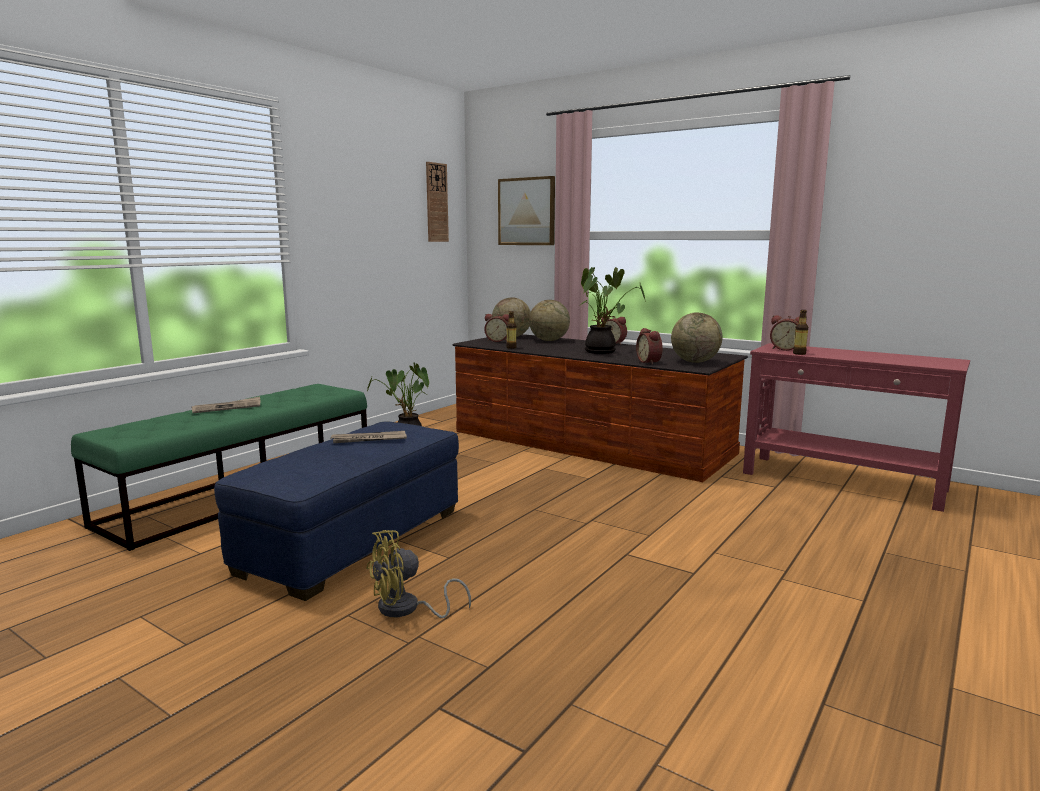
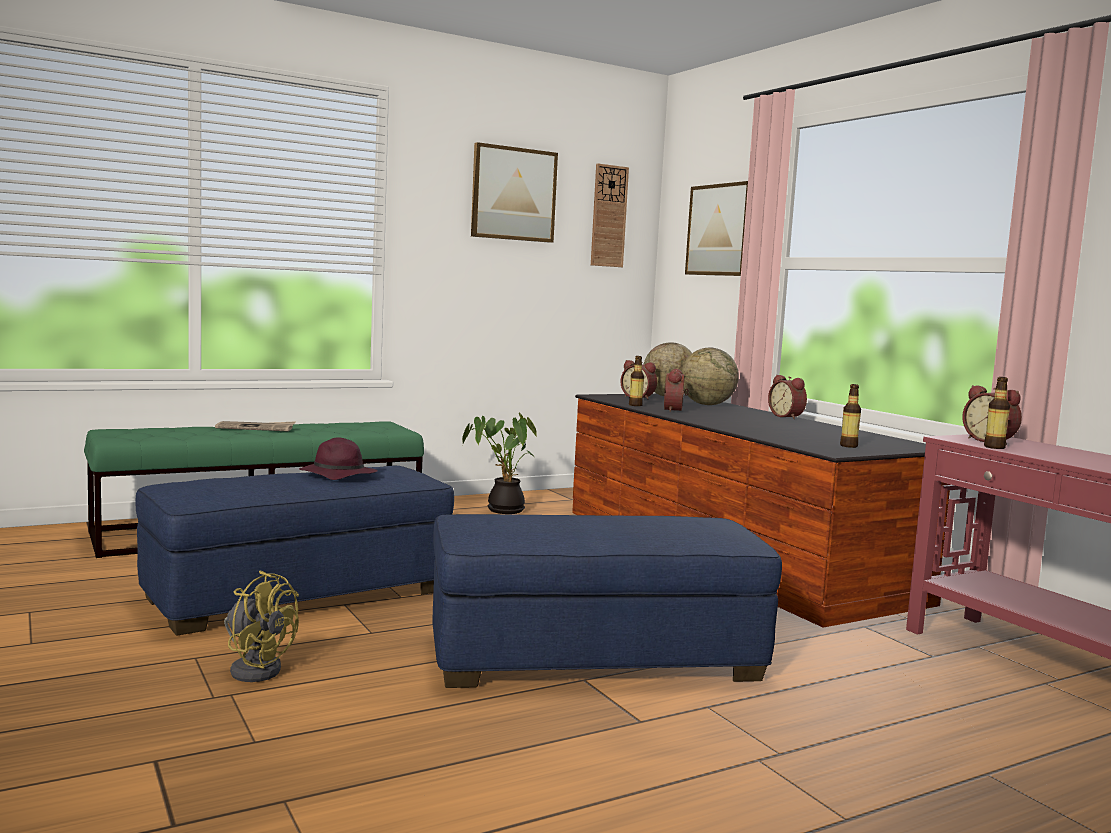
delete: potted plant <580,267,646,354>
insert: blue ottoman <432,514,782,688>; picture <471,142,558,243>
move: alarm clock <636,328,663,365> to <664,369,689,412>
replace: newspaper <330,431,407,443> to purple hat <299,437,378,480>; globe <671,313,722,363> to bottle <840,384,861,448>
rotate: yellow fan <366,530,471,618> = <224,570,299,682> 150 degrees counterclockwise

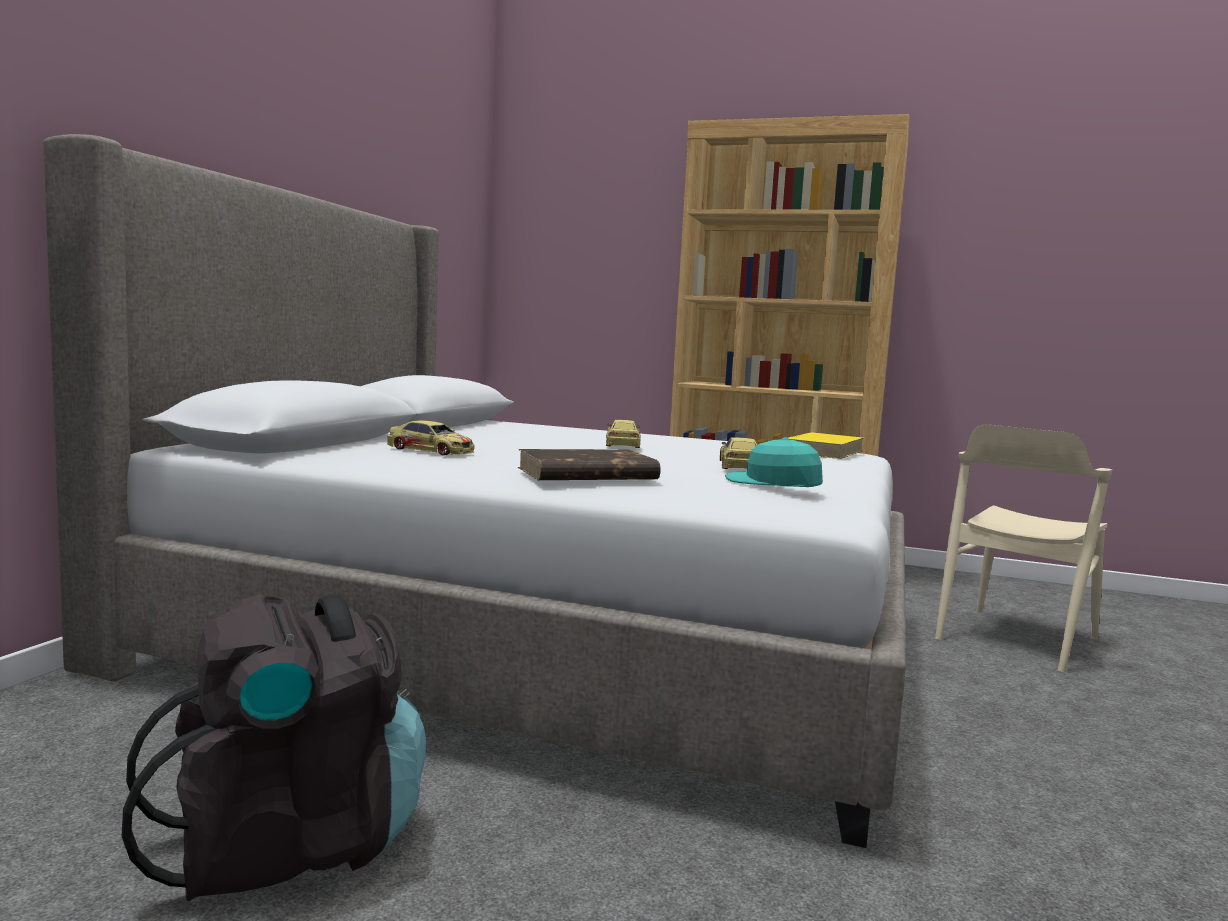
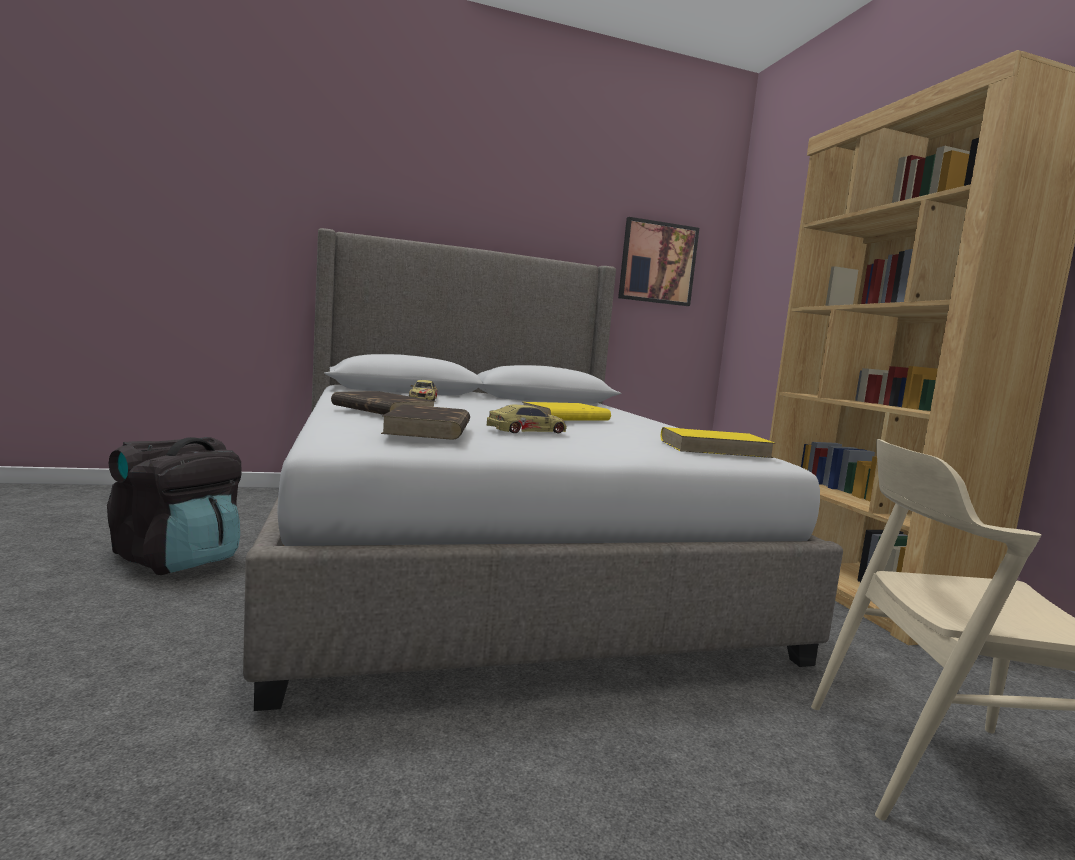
insert: picture <618,217,699,306>
replace: turquoise cap <725,437,823,487> to brown book <381,404,470,440>; toy car <606,420,641,448> to yellow book <523,402,611,421>

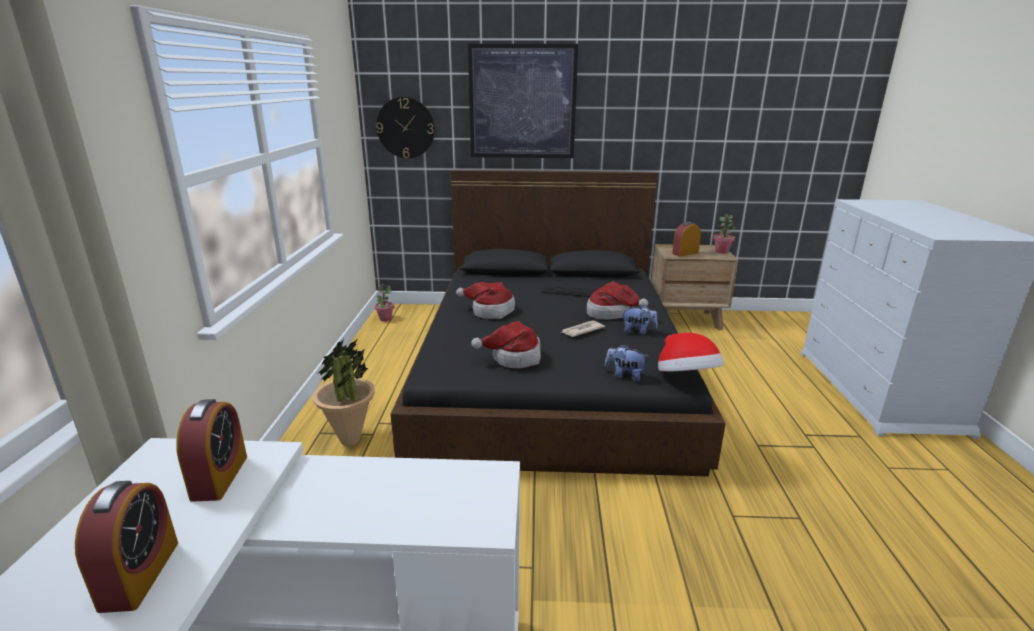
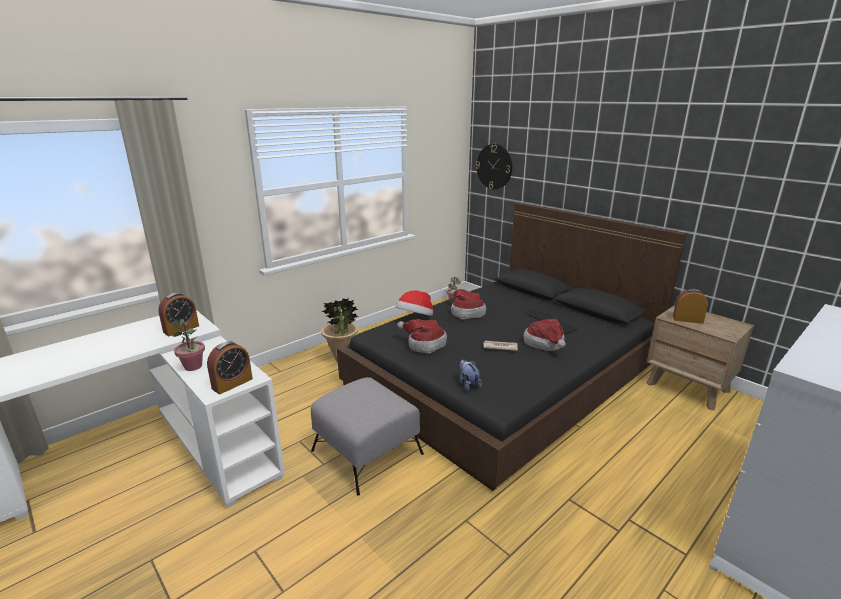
delete: picture <468,44,578,158>; plush toy <622,305,658,334>
insert: grey ottoman <311,377,424,496>
move: potted plant <713,214,735,254> to <172,319,205,371>; alarm clock <75,481,178,613> to <207,341,253,394>; hat <658,332,724,372> to <396,290,433,316>

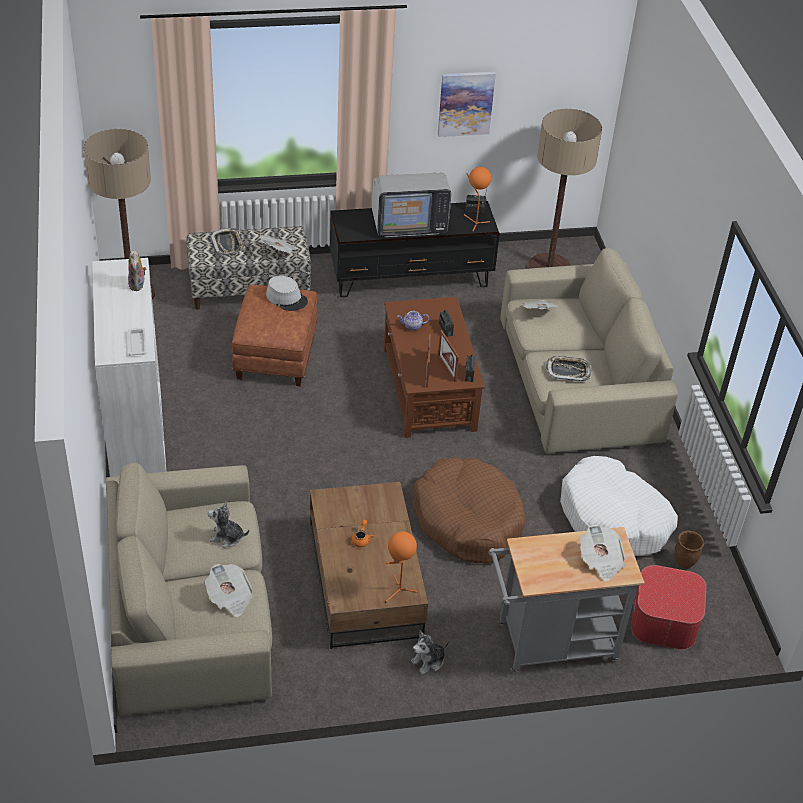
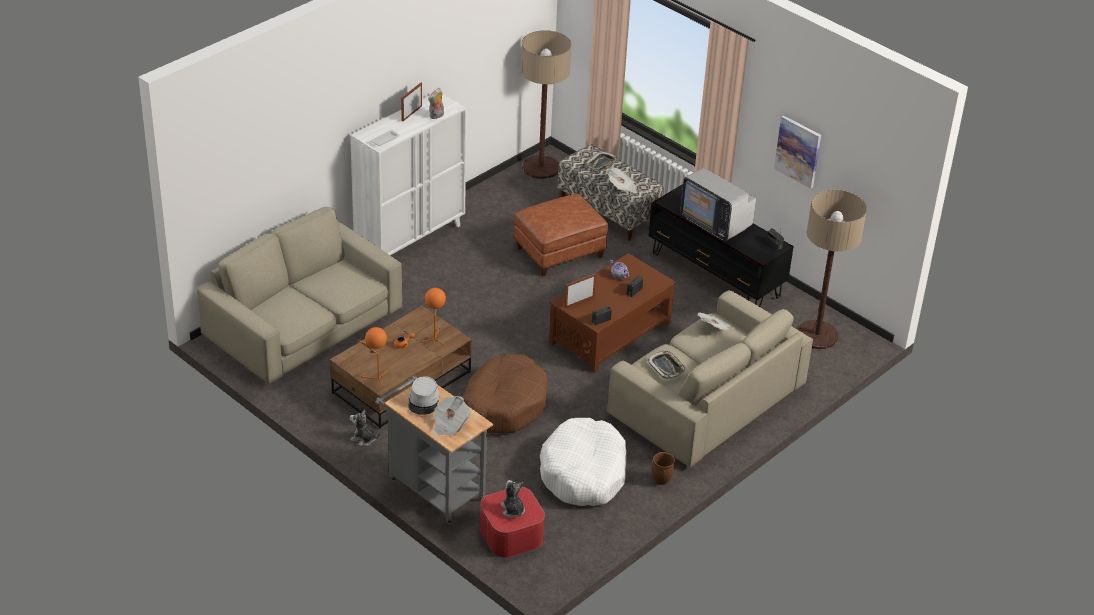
delete: newspaper <205,564,255,617>
move: picture frame <438,330,459,382> to <401,83,422,122>; grey hat <266,276,308,311> to <408,376,440,415>; orange table lamp <464,167,491,232> to <422,288,446,345>; plush toy <208,501,249,547> to <501,480,525,518>; brown planter <675,530,704,568> to <651,452,675,485>

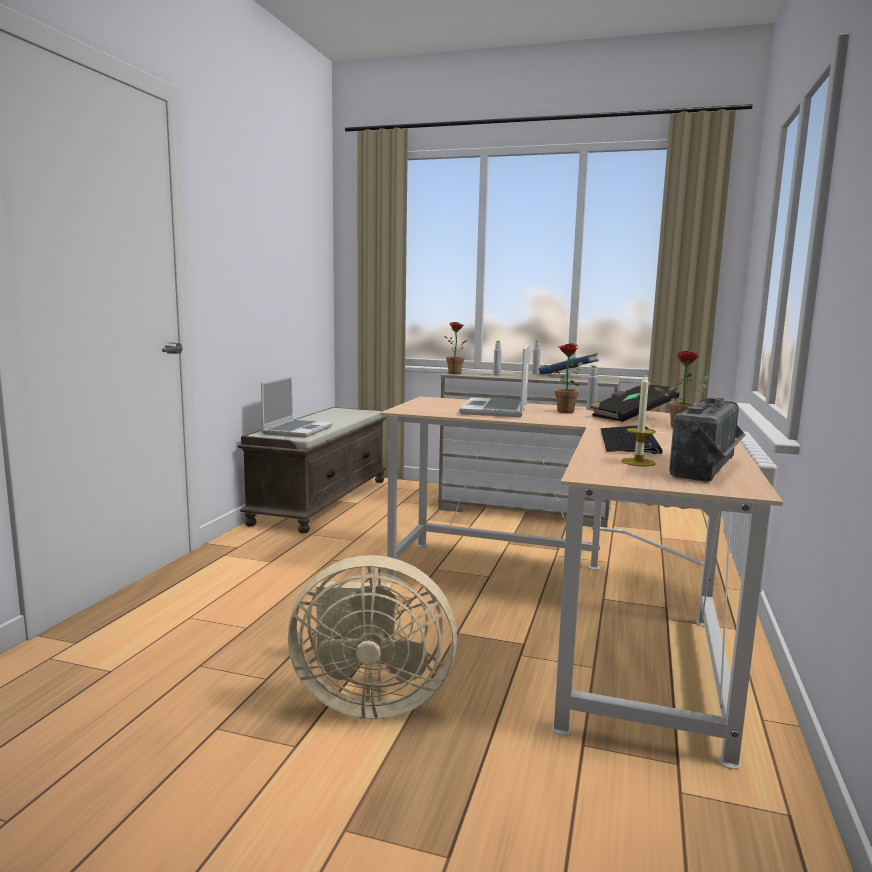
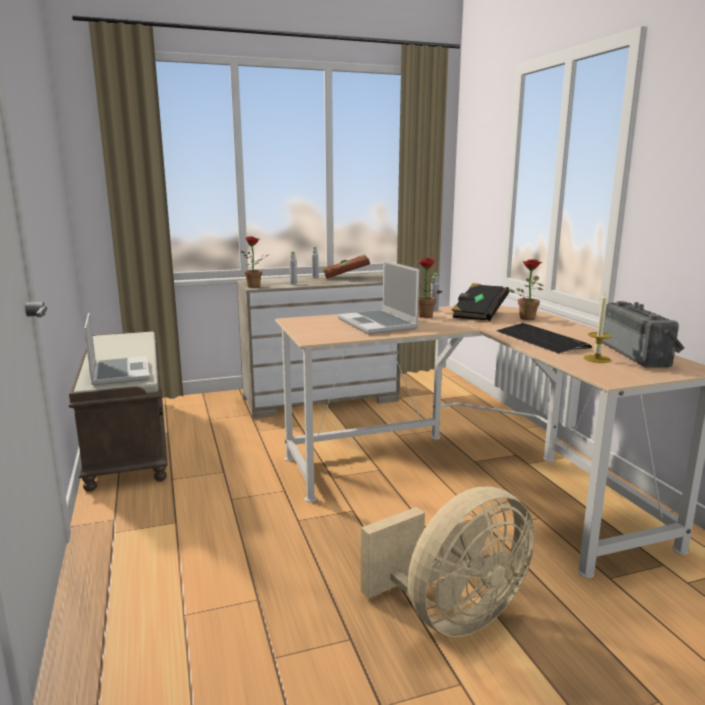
recolor: blue book <539,353,599,375> to brown book <322,254,370,279>

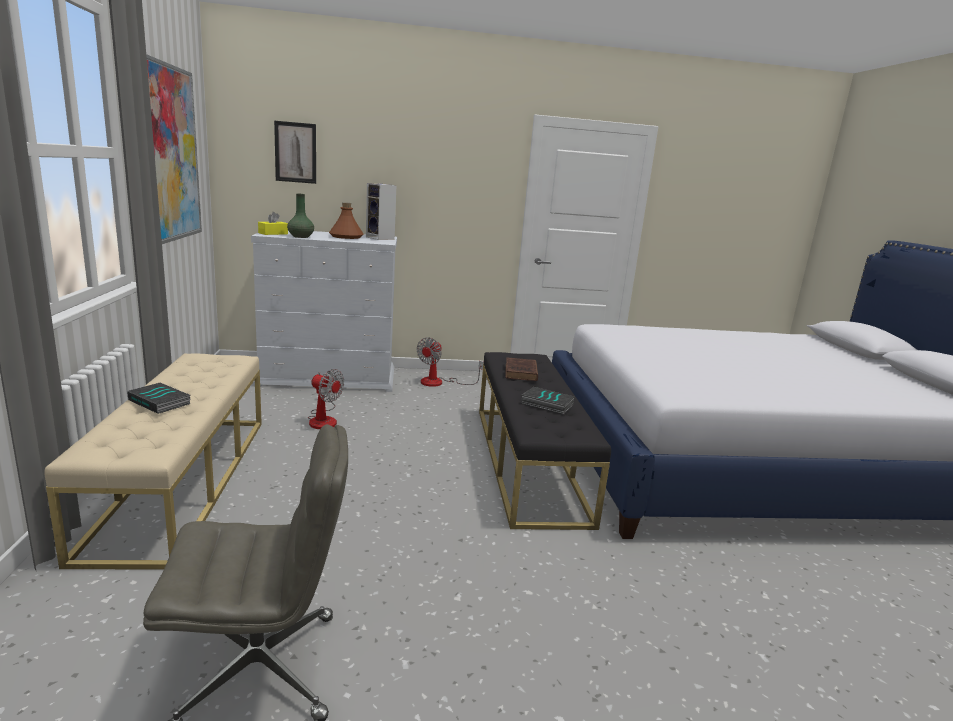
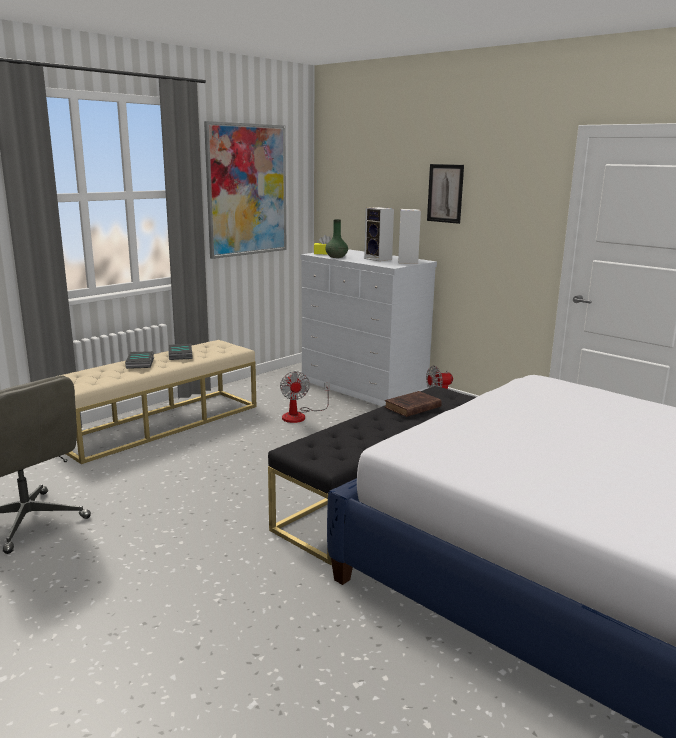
move: book <522,387,574,414> to <168,344,192,360>; picture <274,121,316,184> to <427,164,464,224>
replace: brown bottle <329,202,364,239> to speaker <364,207,394,261>

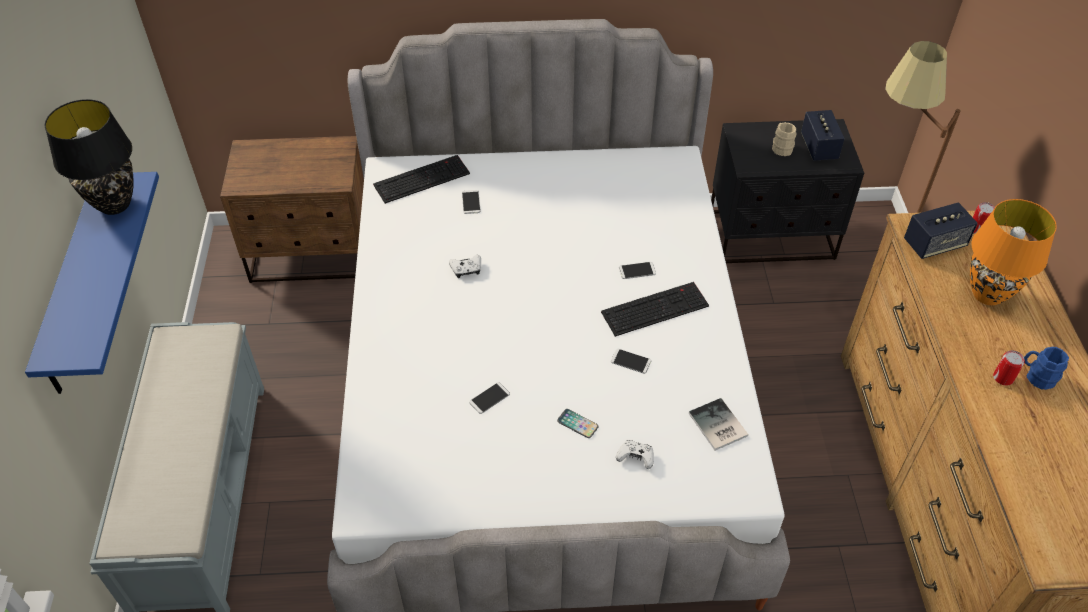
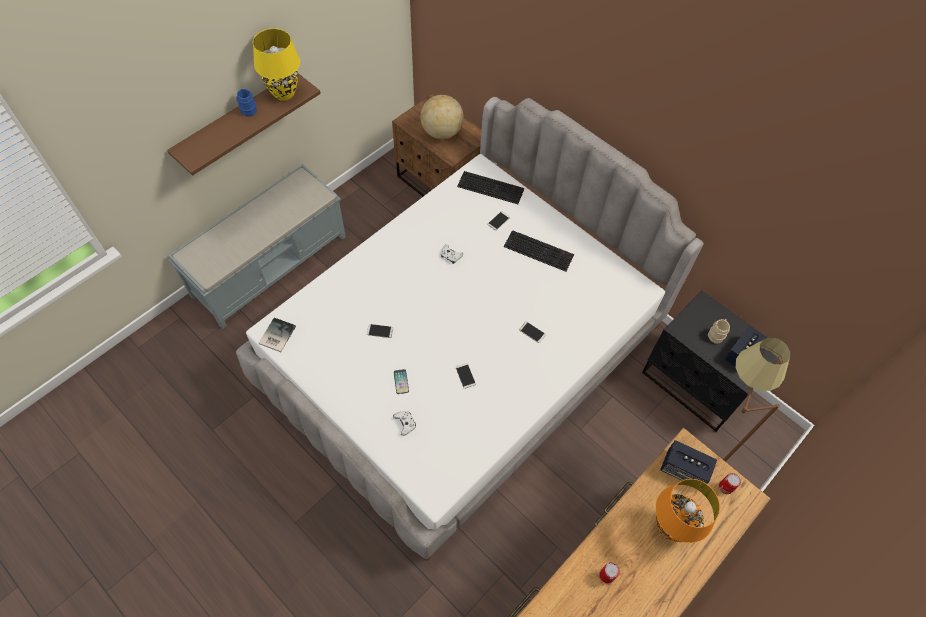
insert: globe <420,95,464,139>
move: blue mug <1024,347,1069,390> to <236,89,257,117>; book <689,398,748,451> to <259,318,296,352>; keyboard <601,282,709,337> to <504,230,574,272>
recolor: blue shelf <25,172,159,394> to brown shelf <167,73,321,176>; black table lamp <45,99,134,215> to yellow table lamp <253,28,300,101>

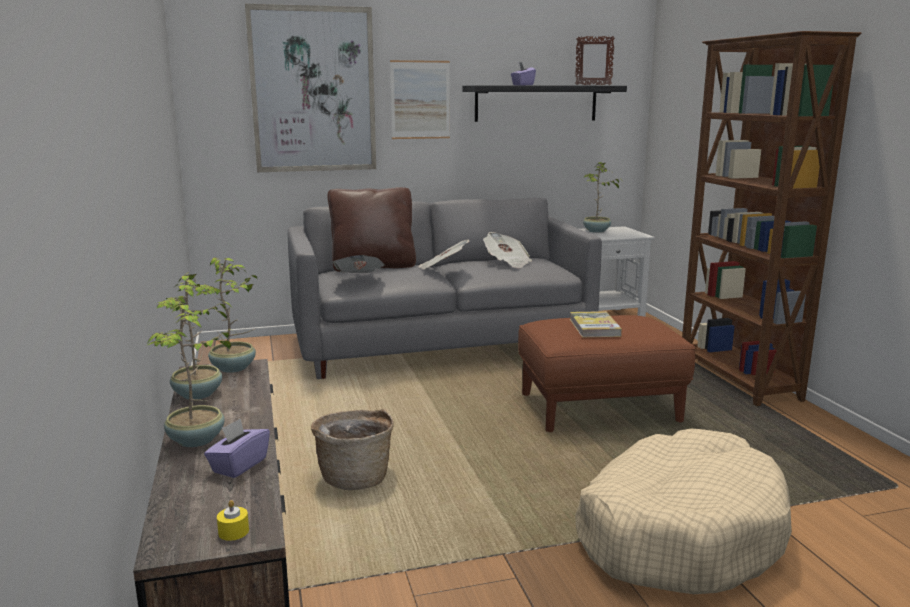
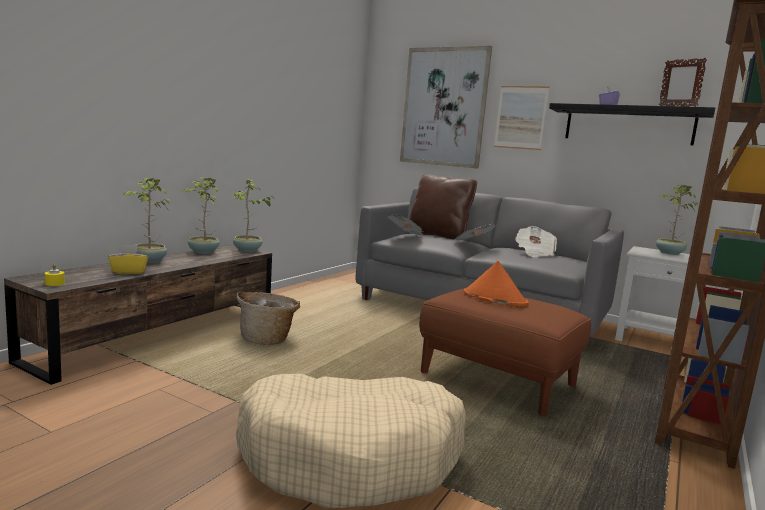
replace: book <570,311,622,337> to orange hat <464,261,529,306>
recolor: purple tissue box <204,419,270,478> to yellow tissue box <108,245,149,274>

